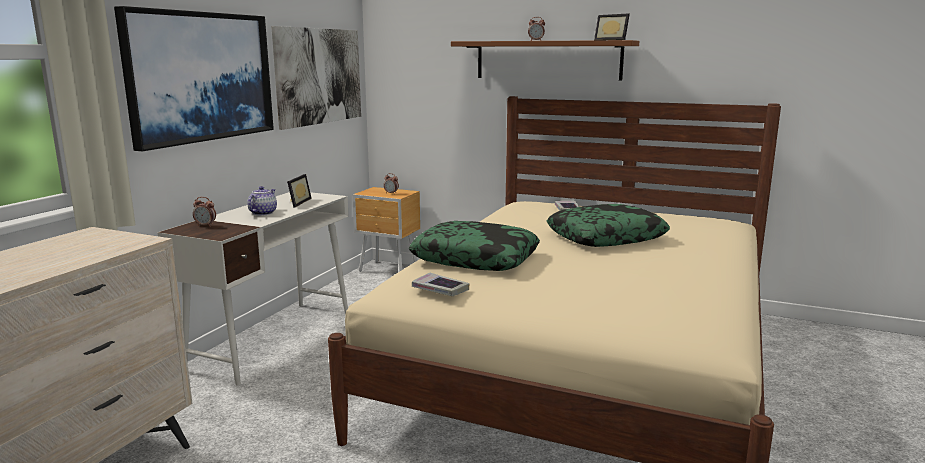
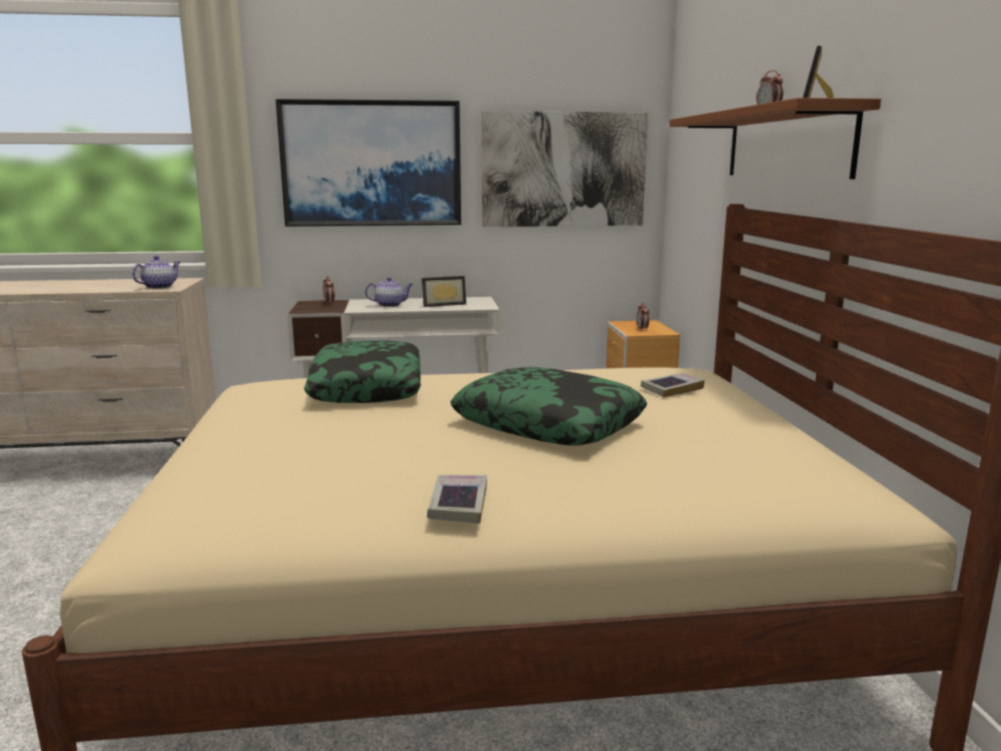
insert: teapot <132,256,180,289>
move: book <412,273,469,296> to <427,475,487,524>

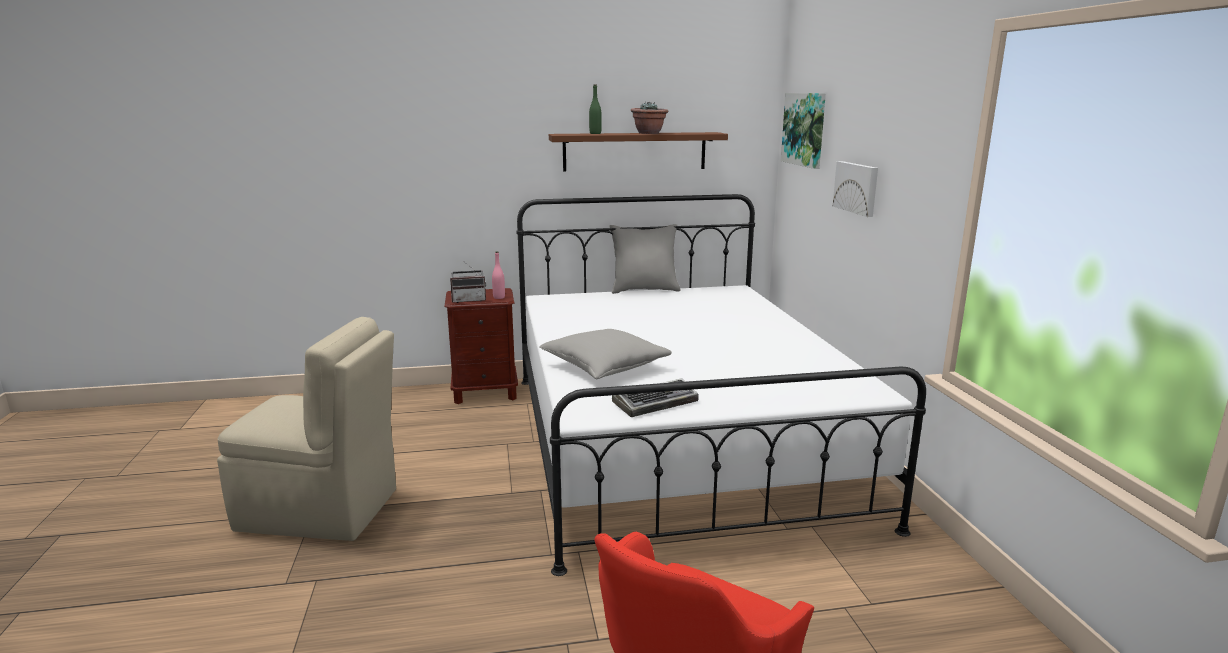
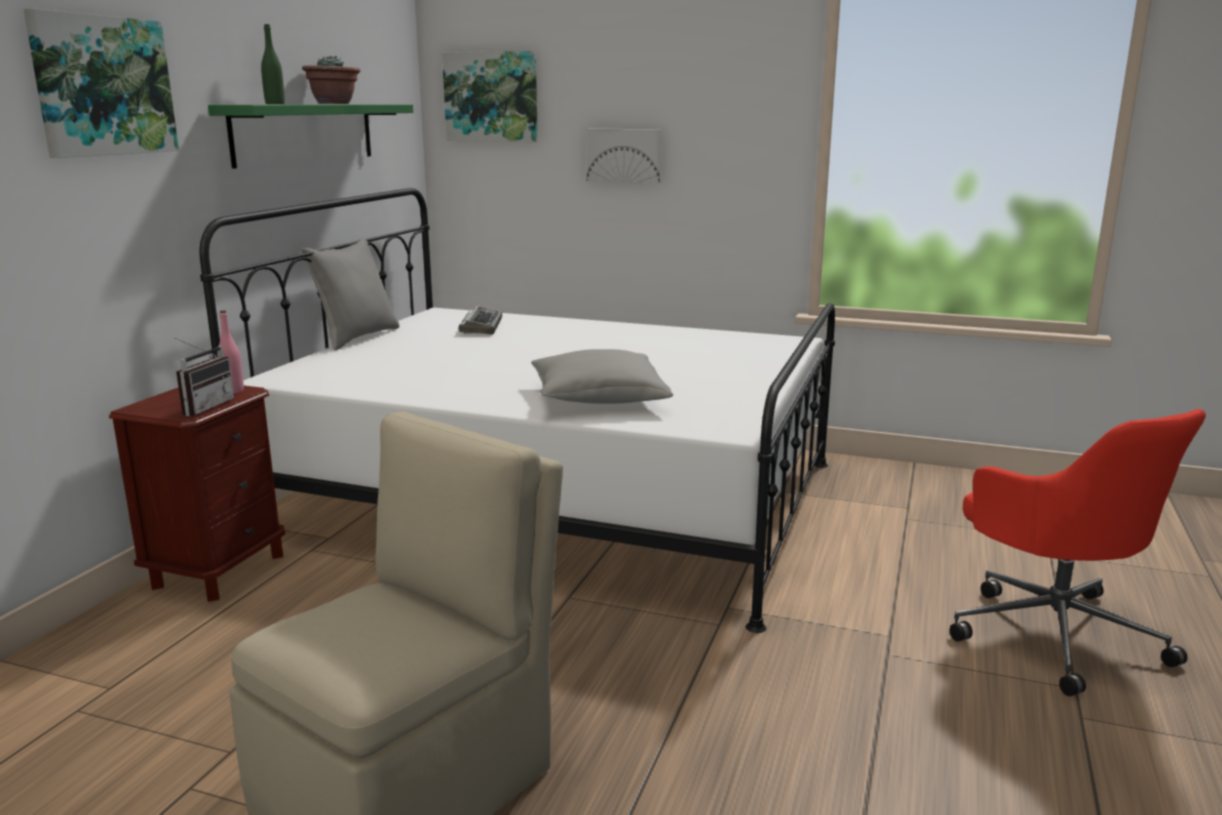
insert: picture <23,8,179,158>
move: keyboard <612,378,699,417> to <459,306,502,335>
recolor: brown shelf <549,132,728,172> to green shelf <208,104,413,169>

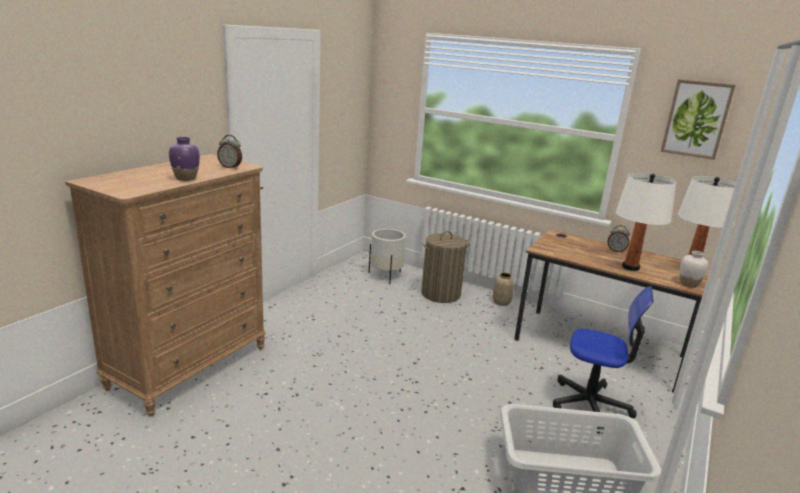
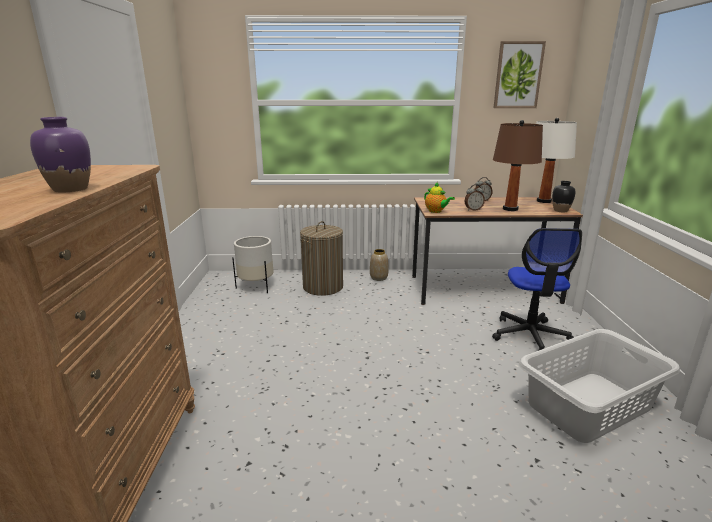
insert: teapot <424,182,455,213>
move: alarm clock <217,135,242,169> to <465,184,485,211>
recolor: white table lamp <616,173,676,271> to brown table lamp <493,120,543,211>; white vase <680,251,708,288> to black vase <552,181,575,212>
rotate: office chair <553,286,654,434> = <492,228,582,351> 105 degrees clockwise

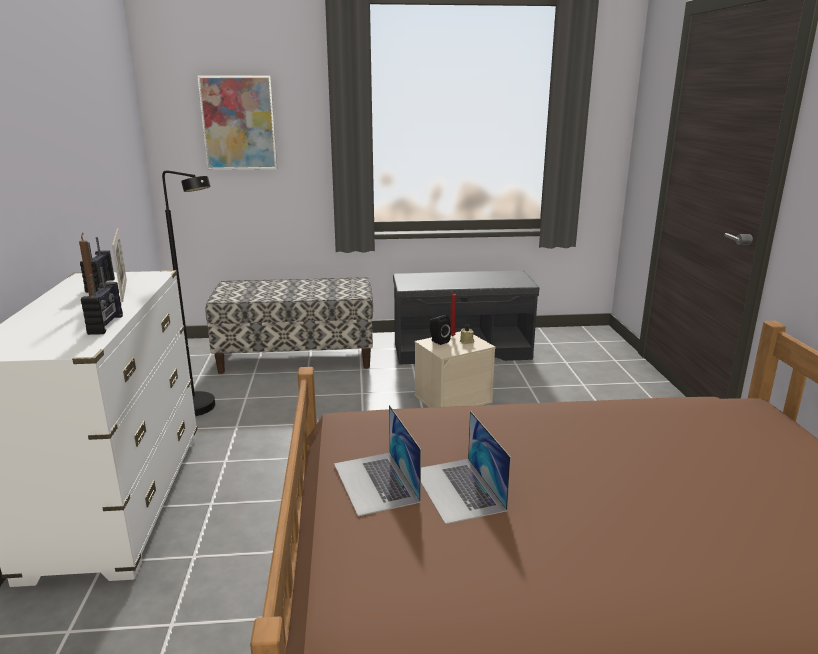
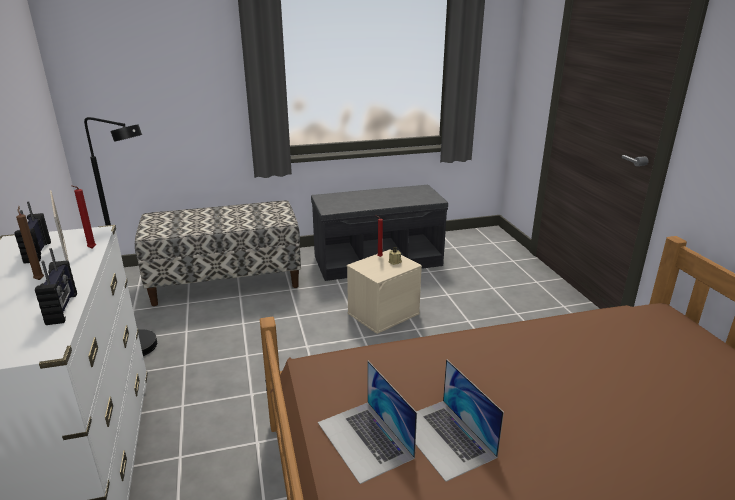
delete: picture <197,75,277,170>; black speaker <430,315,451,345>
insert: red candle <71,185,96,249>

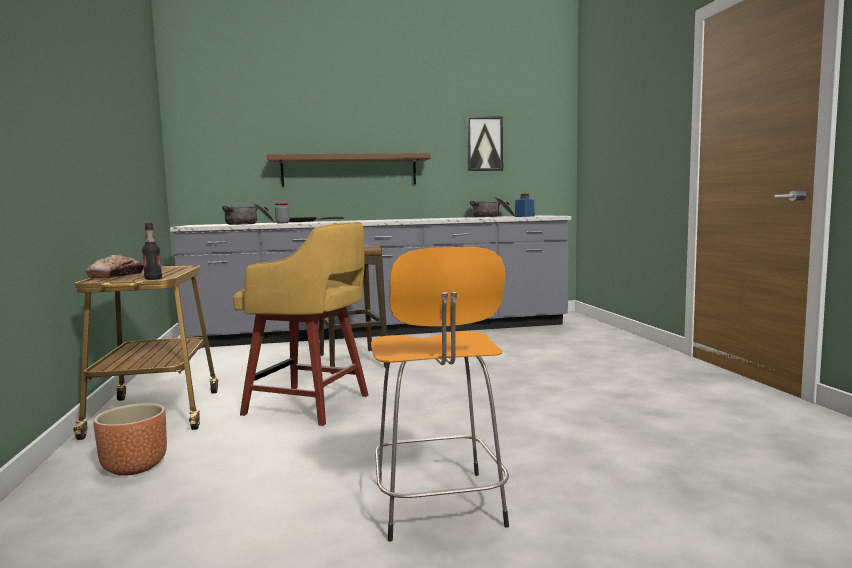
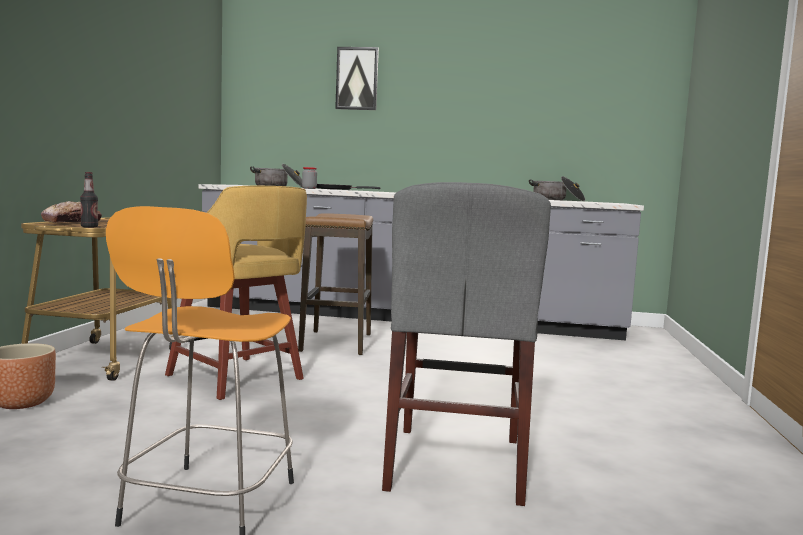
delete: brown shelf <267,153,431,186>; blue jar <515,194,535,217>
insert: grey chair <382,182,551,506>
move: picture <467,116,503,171> to <335,47,379,110>

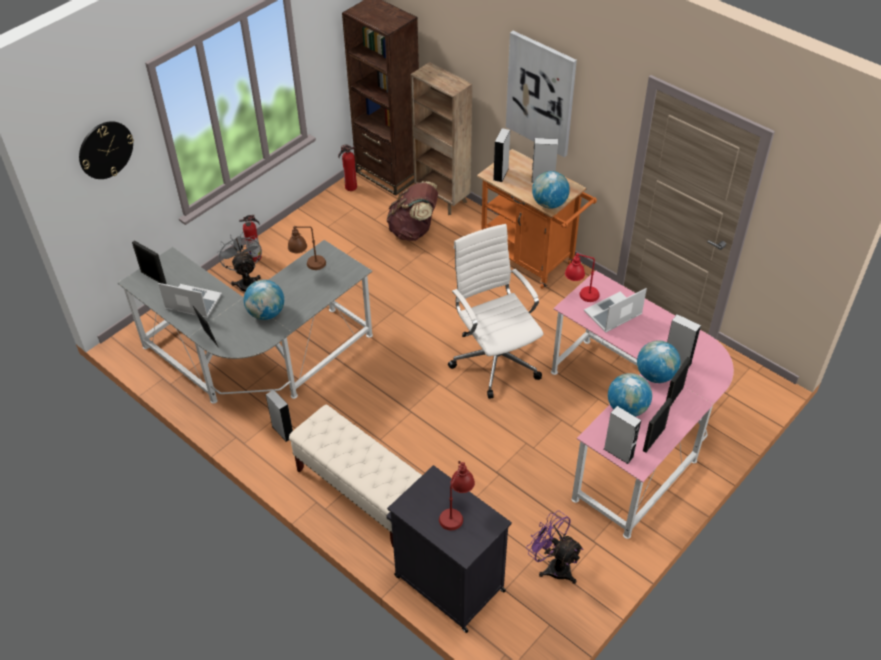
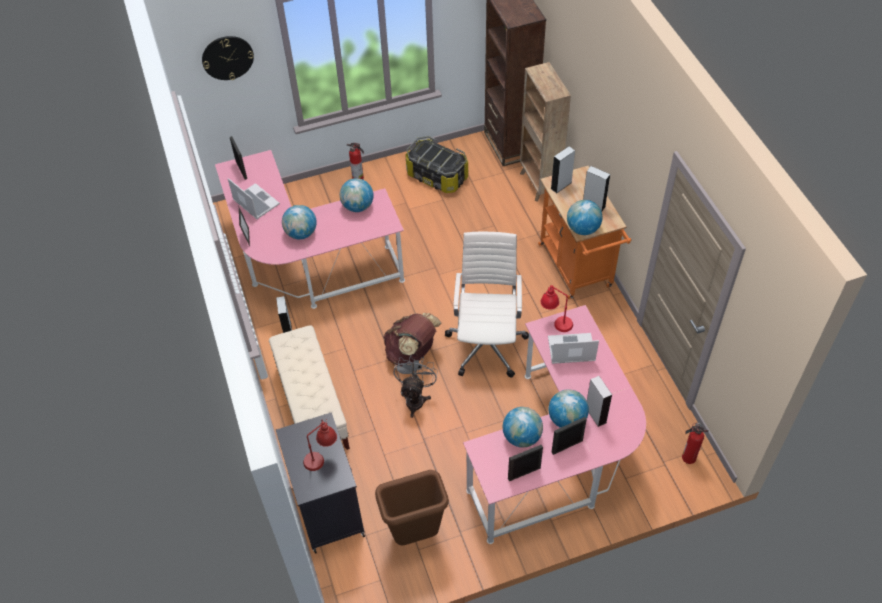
delete: picture <506,31,577,157>; grey speaker <604,406,641,464>
insert: storage box <405,136,468,193>
move: brown backpack <387,181,438,241> to <384,313,441,366>; grey fan <218,232,262,292> to <394,355,438,418>; fire extinguisher <338,144,357,191> to <682,422,709,464>
replace: brown table lamp <288,226,326,270> to globe <340,178,374,212>; purple fan <526,511,583,584> to brown trash can <375,470,449,545>
recolor: grey desk <118,240,373,404> to pink desk <215,150,405,309>

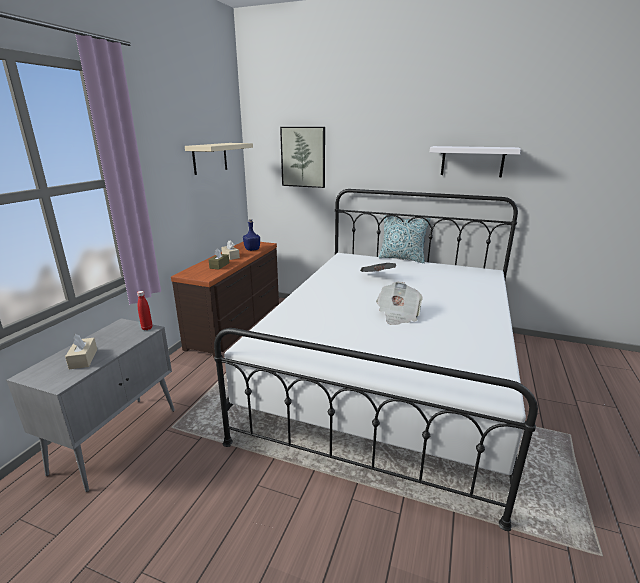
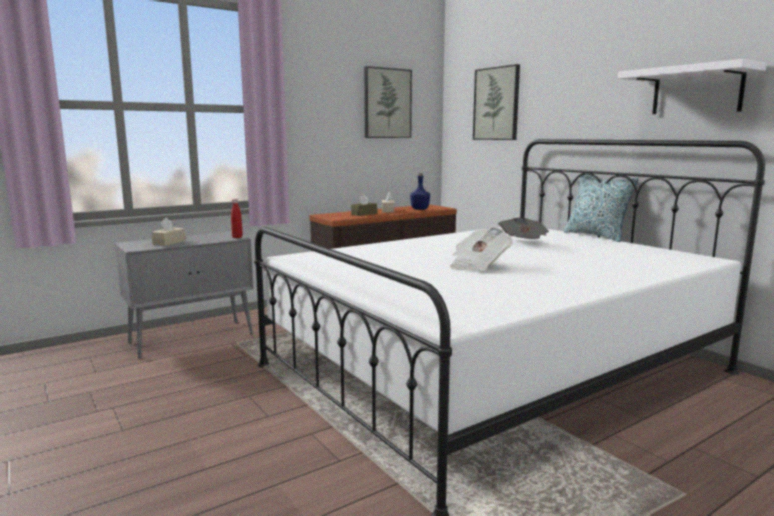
replace: beige shelf <185,143,253,175> to picture <364,66,412,138>

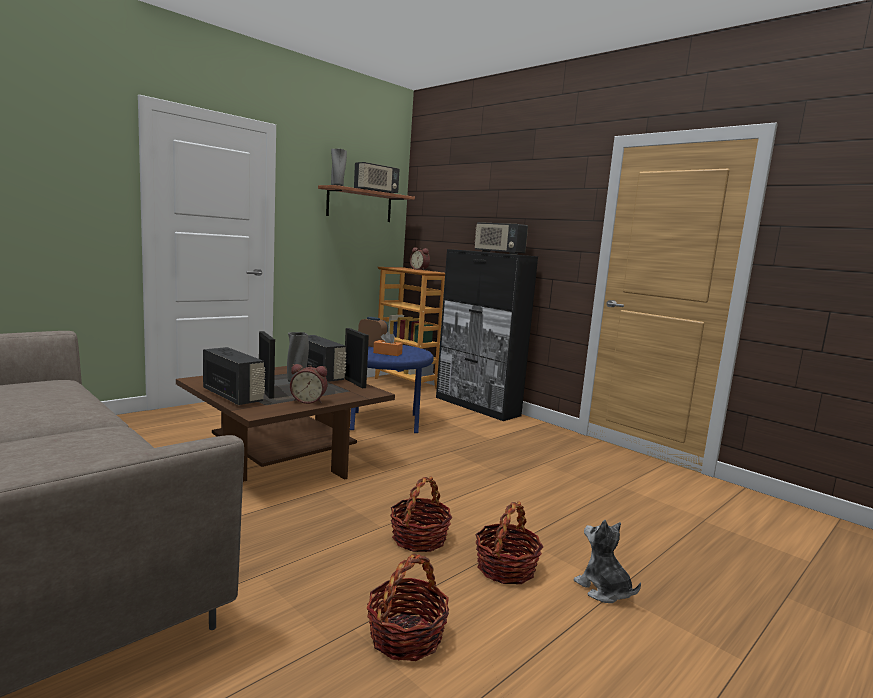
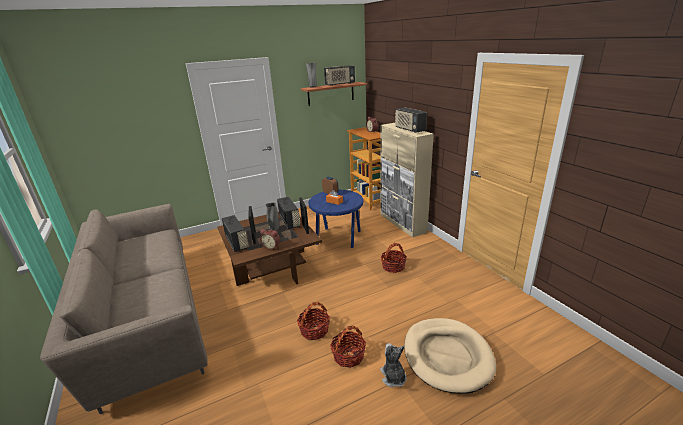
insert: beige dog bed <404,318,496,394>
move: basket <367,554,449,661> to <381,243,407,273>
recolor: black cabinet <436,249,538,421> to beige cabinet <380,123,434,237>

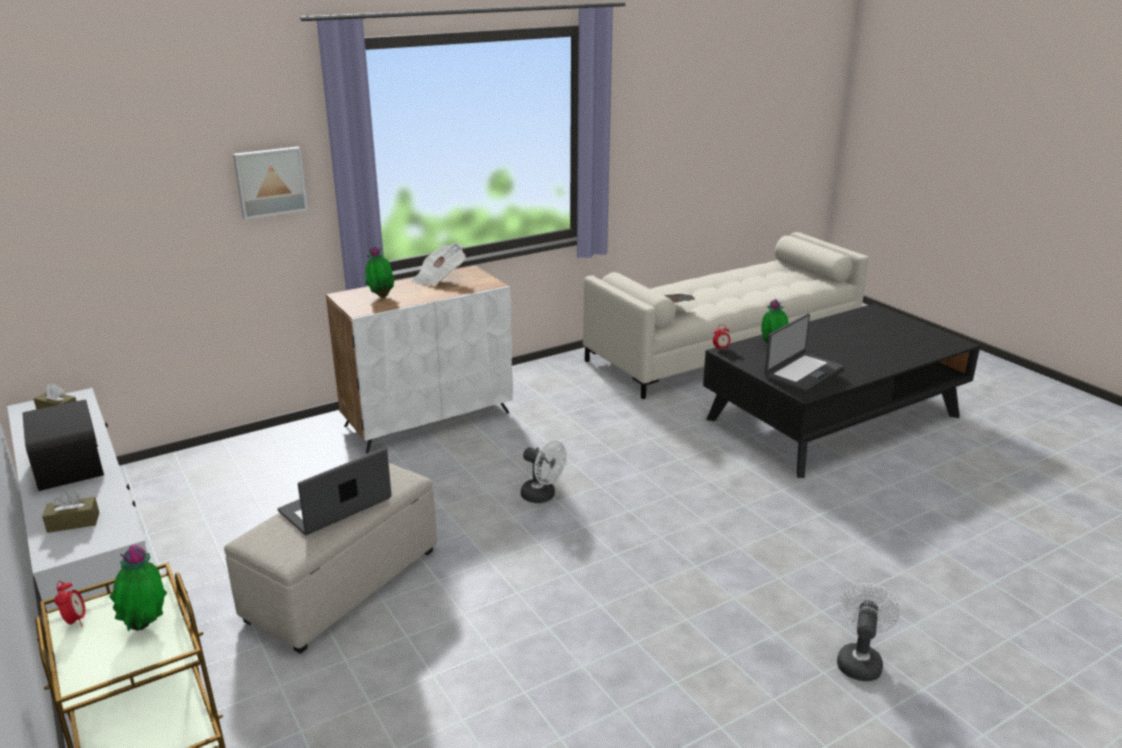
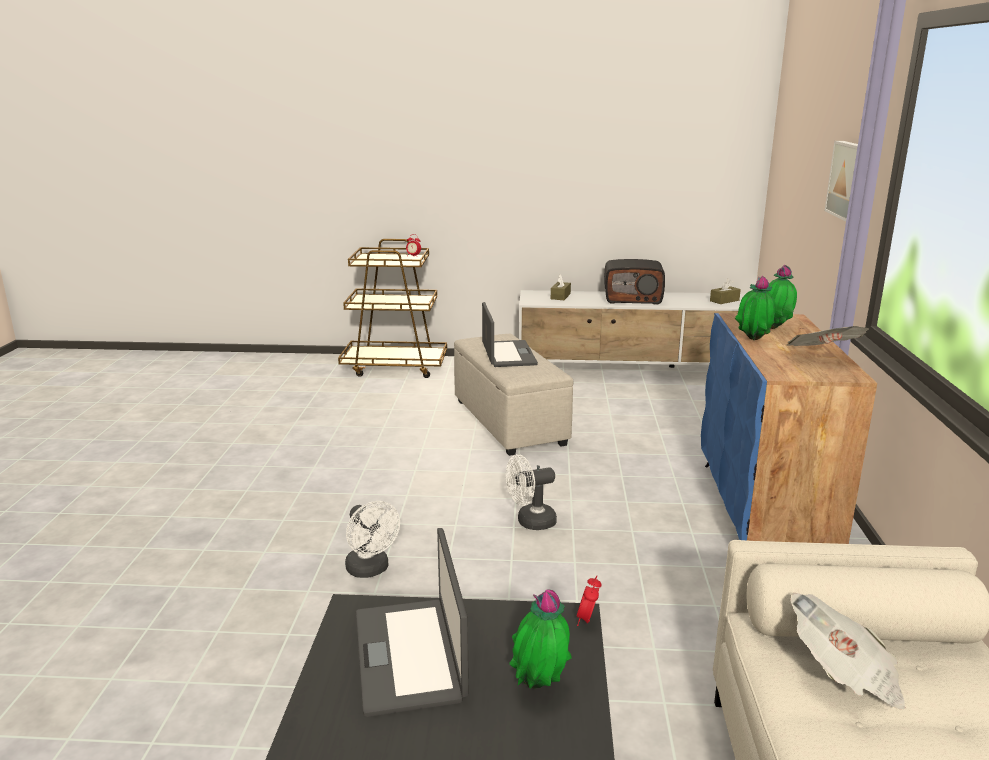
move: white fan <837,583,900,681> to <345,501,400,578>; potted plant <109,545,167,631> to <735,276,776,340>
recolor: white cabinet <326,266,513,453> to blue cabinet <701,313,877,544>

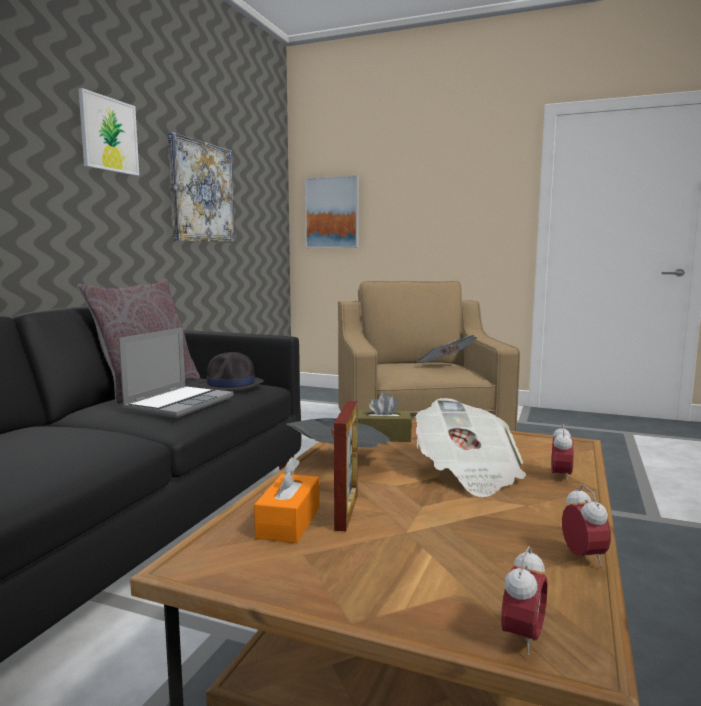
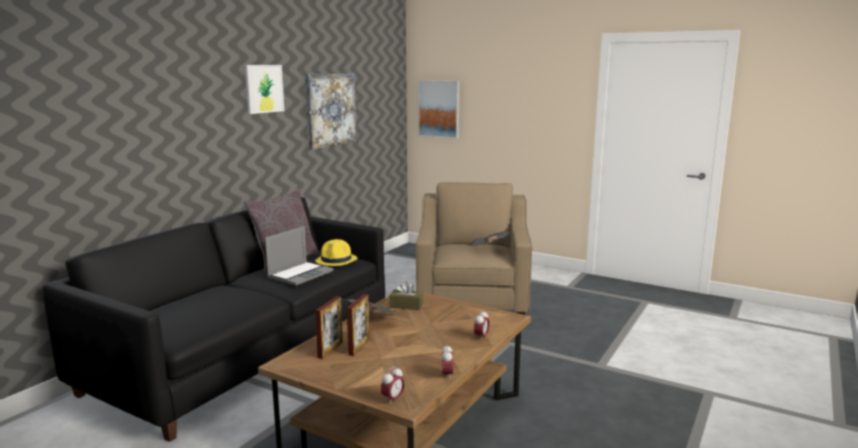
delete: newspaper <416,398,526,498>
replace: orange tissue box <254,457,320,543> to picture frame <315,296,343,359>
recolor: black hat <197,352,264,391> to yellow hat <315,239,357,266>

